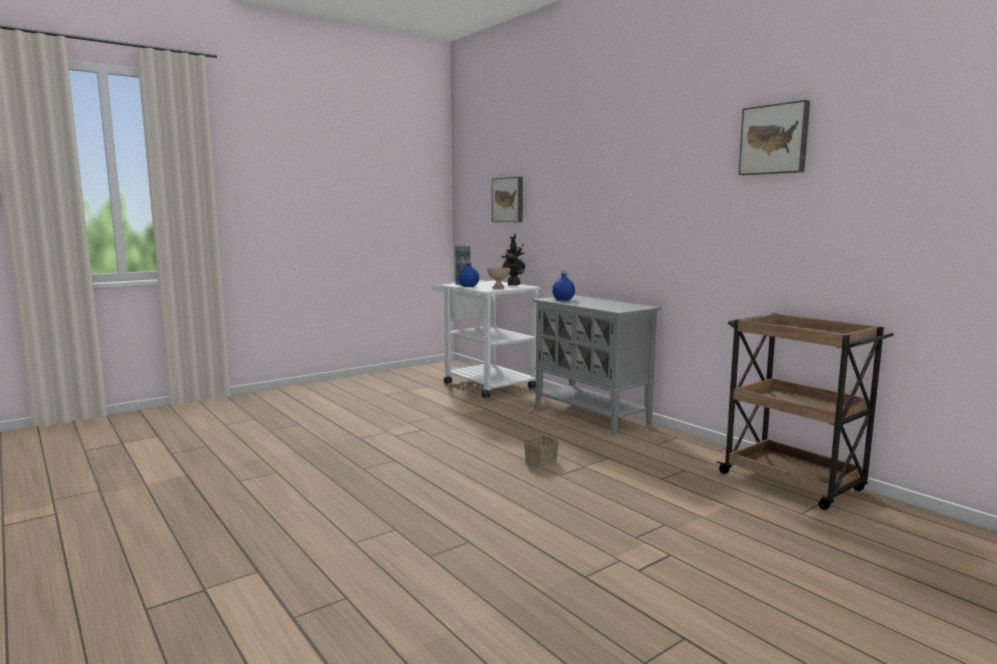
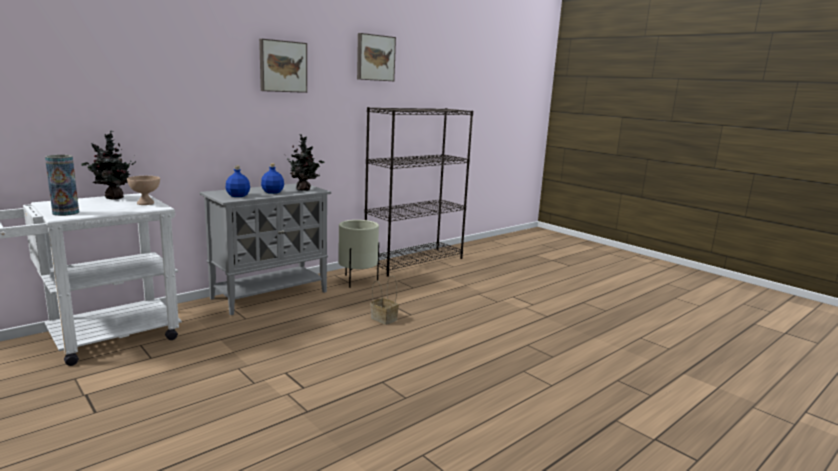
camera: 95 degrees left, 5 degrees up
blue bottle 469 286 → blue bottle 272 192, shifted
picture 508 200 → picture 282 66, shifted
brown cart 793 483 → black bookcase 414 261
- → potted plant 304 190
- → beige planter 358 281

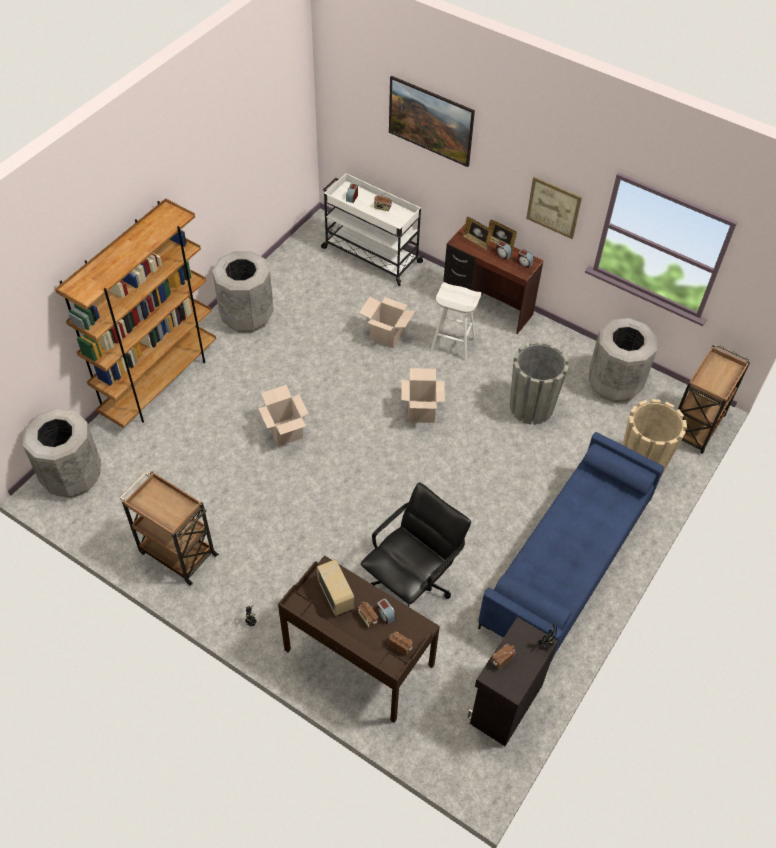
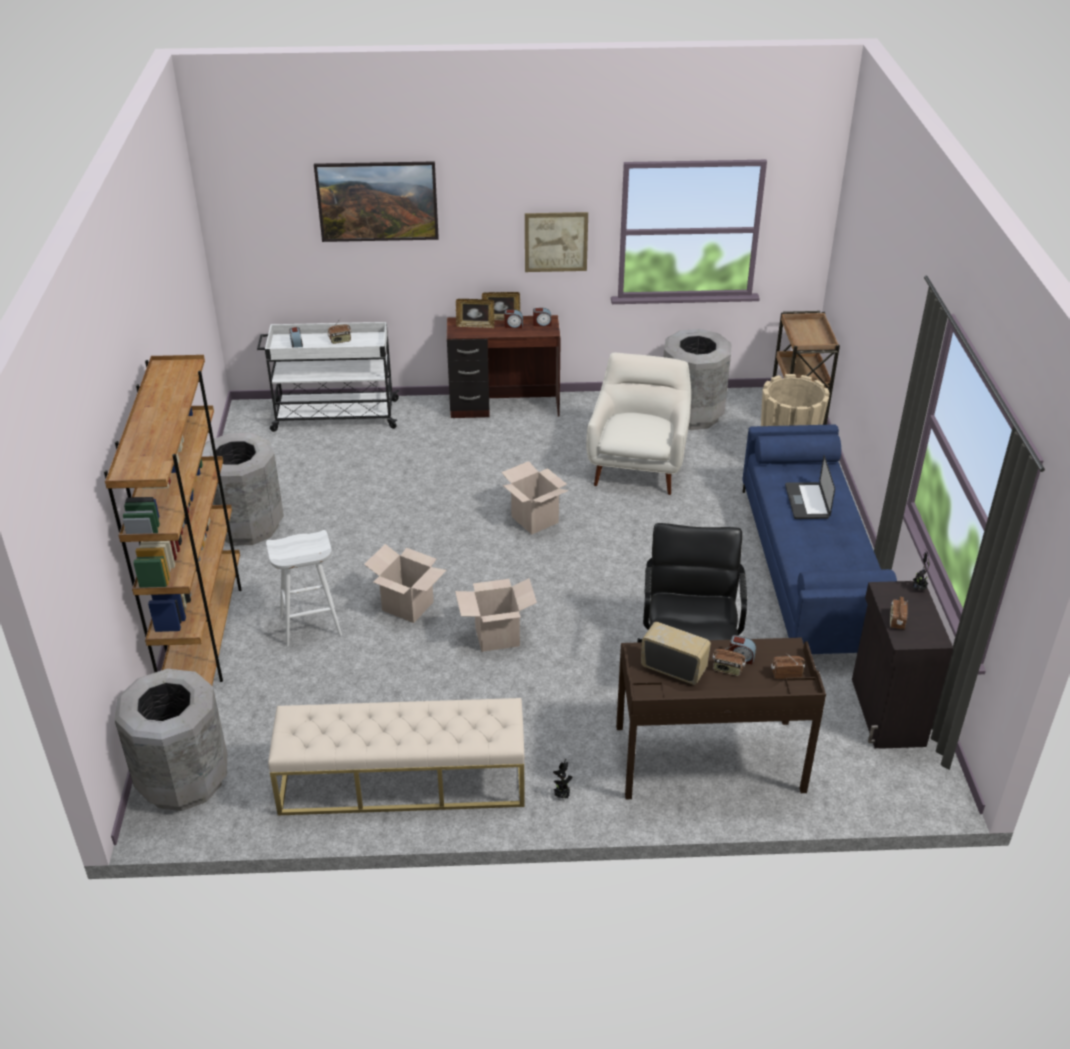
camera: 35 degrees left, 15 degrees down
brown cart 176 553 → beige bench 402 781
cardboard box 386 335 → cardboard box 497 636, shifted
white stool 452 344 → white stool 309 626, shifted
grey planter 531 407 → white armchair 638 466
- → laptop 807 502

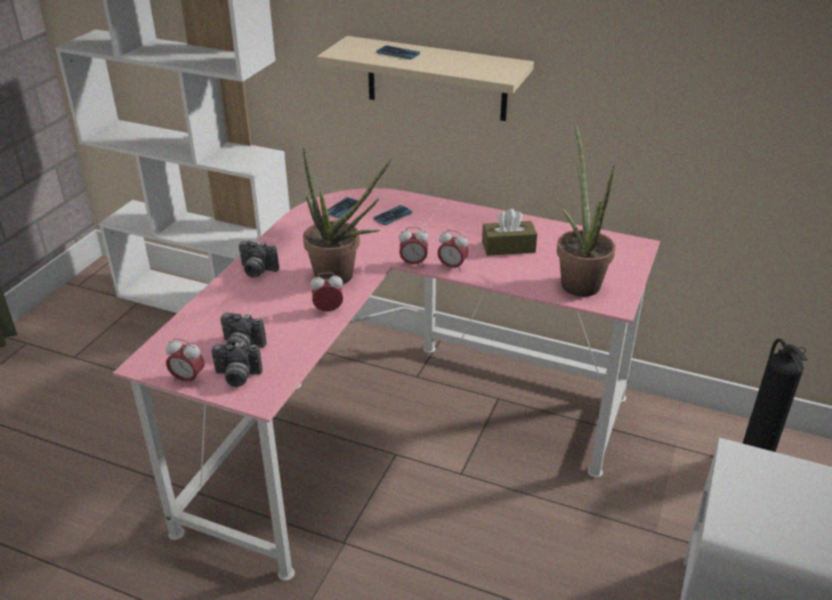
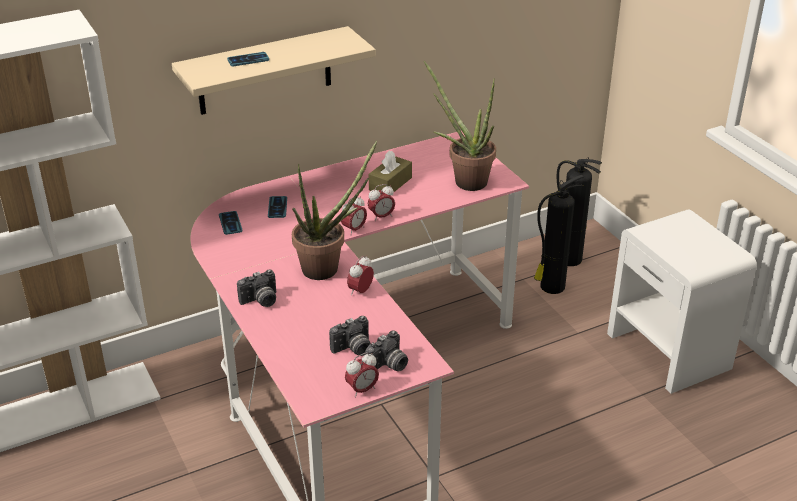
camera: 50 degrees left, 0 degrees up
- → fire extinguisher 551 287

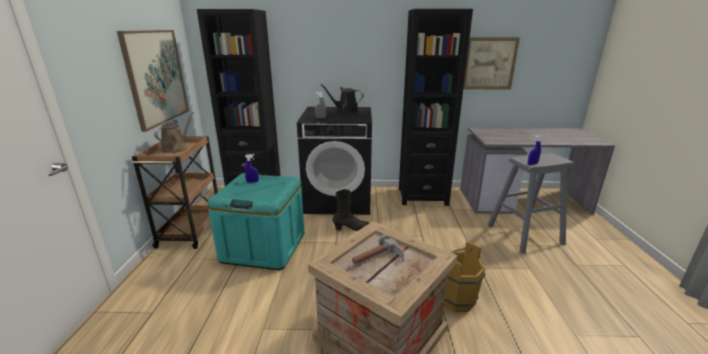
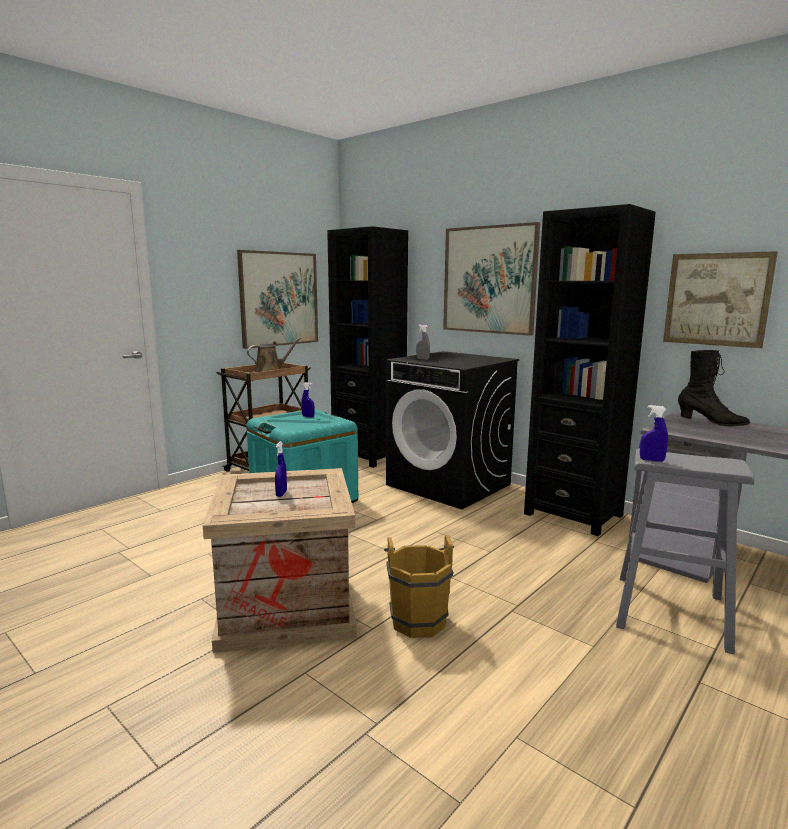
camera: 40 degrees right, 10 degrees down
black watering can 345 111 → -
black boot 351 228 → black boot 711 422, shifted
hammer 378 259 → blue spray bottle 281 494
- → picture 489 280

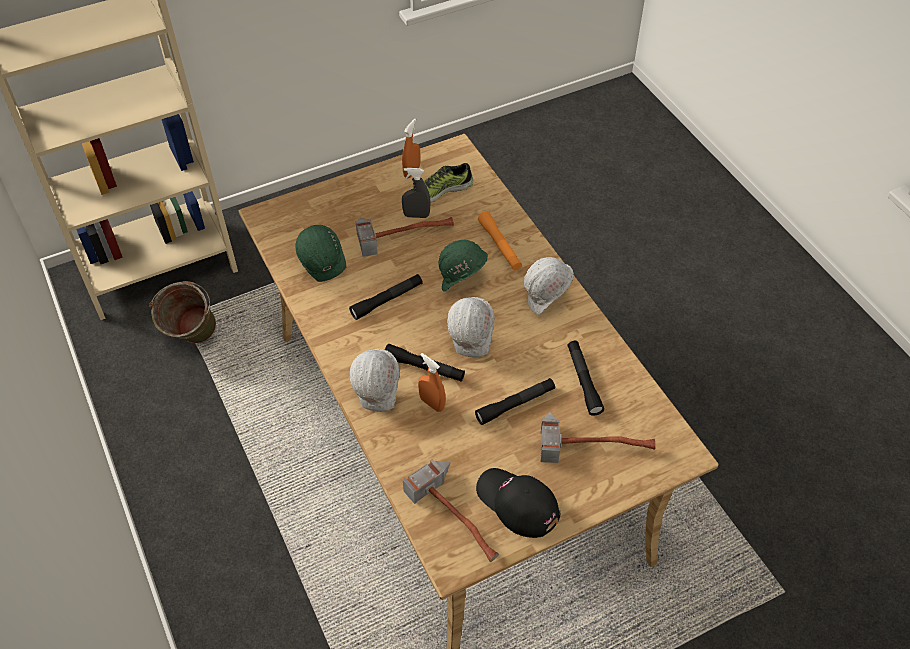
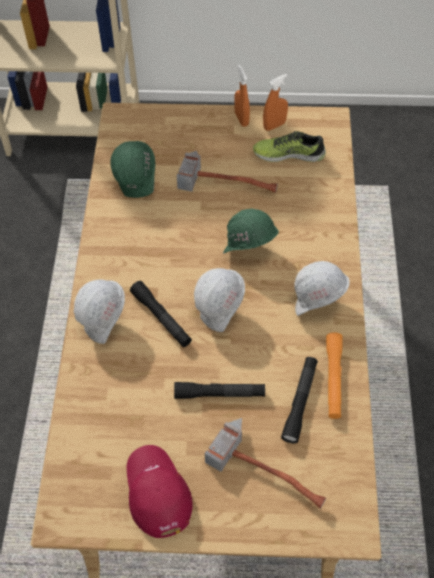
camera: 30 degrees right, 5 degrees up
green bucket 192 341 → -
black flashlight 387 300 → -
grey spray bottle 416 215 → -
hammer 460 516 → -
orange spray bottle 432 403 → orange spray bottle 241 119, shifted
black cap 517 503 → red cap 156 492
orange flashlight 499 245 → orange flashlight 333 378, shifted

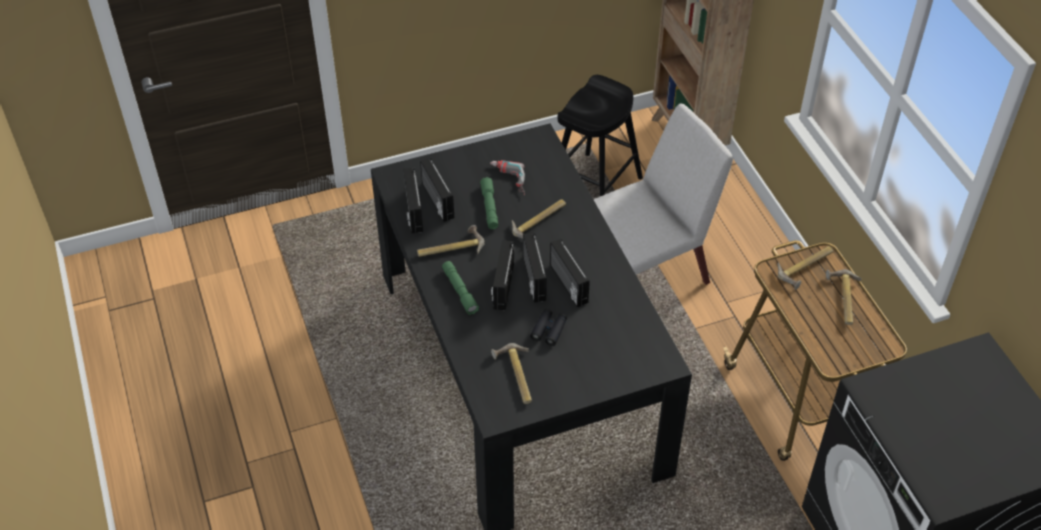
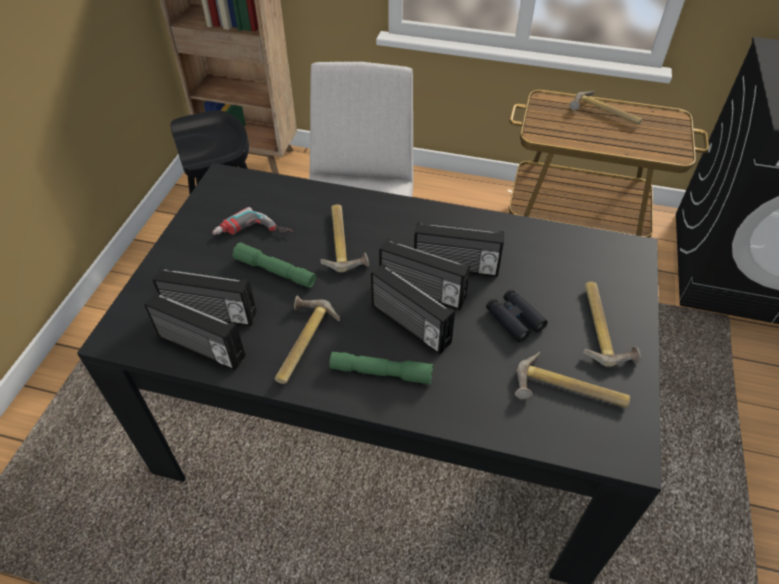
camera: 55 degrees left, 0 degrees up
hammer 807 268 → hammer 603 326, shifted

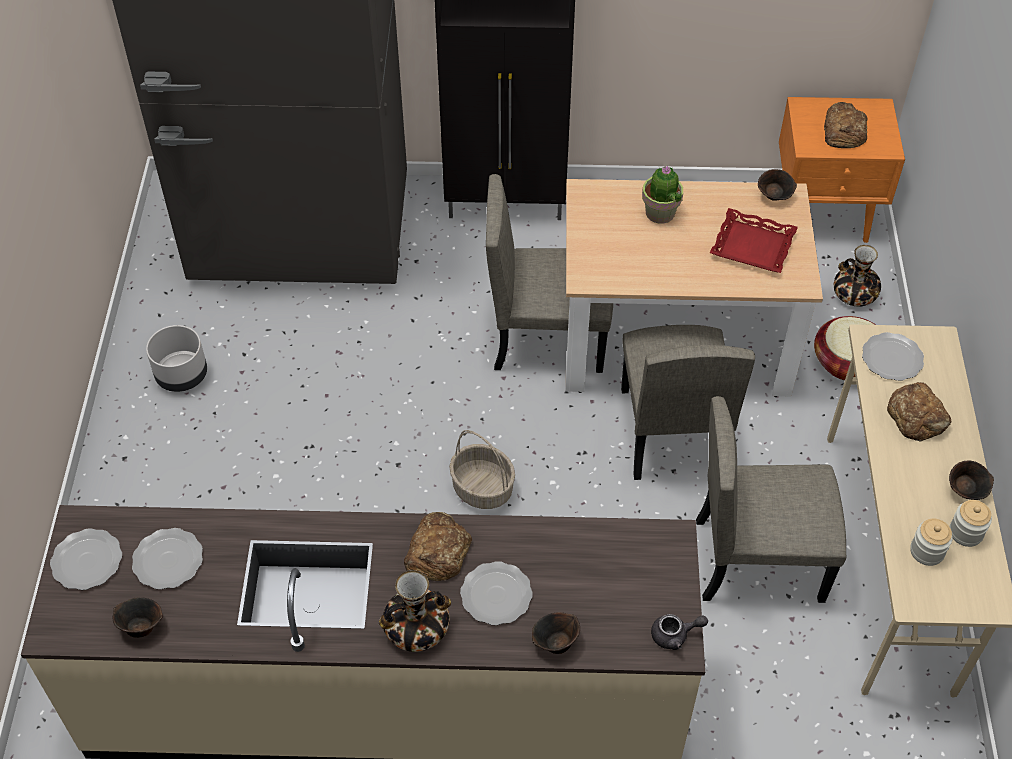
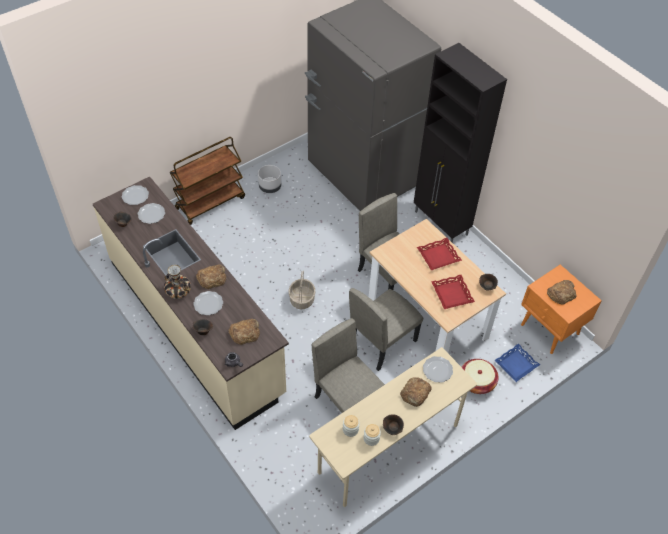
camera: 50 degrees right, 0 degrees up
potted plant 660 213 → red tray 438 256
vase 855 294 → blue tray 516 365
- → brown cart 210 203
- → bread 245 333

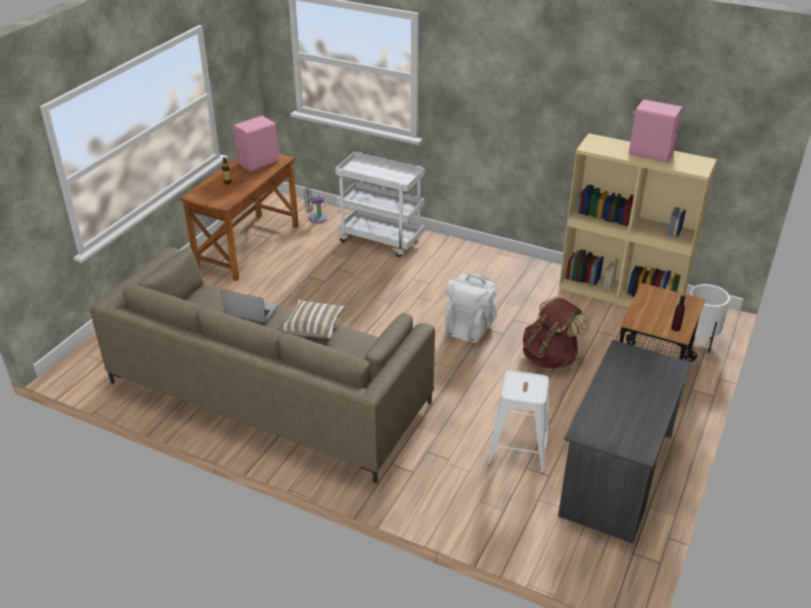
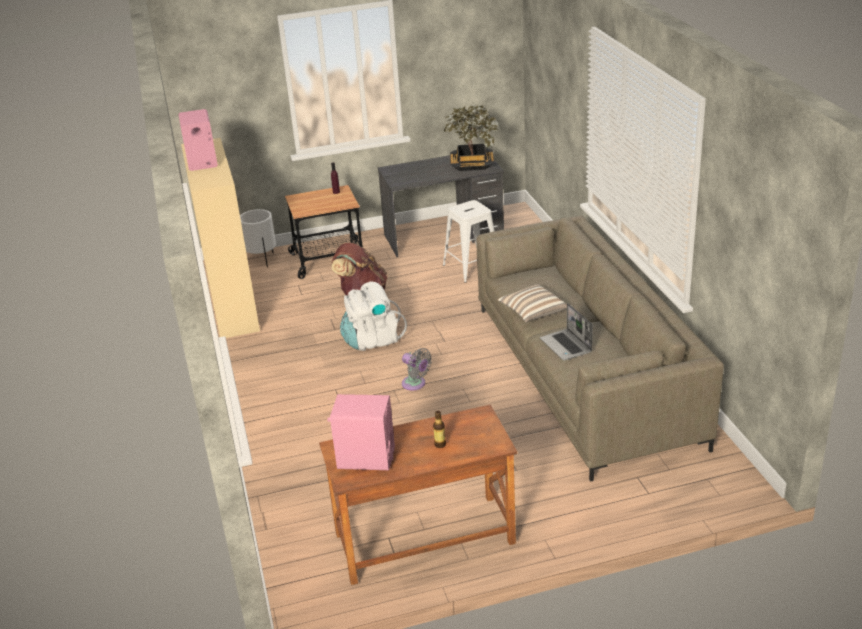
camera: 130 degrees left, 5 degrees down
grey fan 315 218 → grey fan 415 384, shifted
white cart 382 240 → -
- → potted plant 472 165

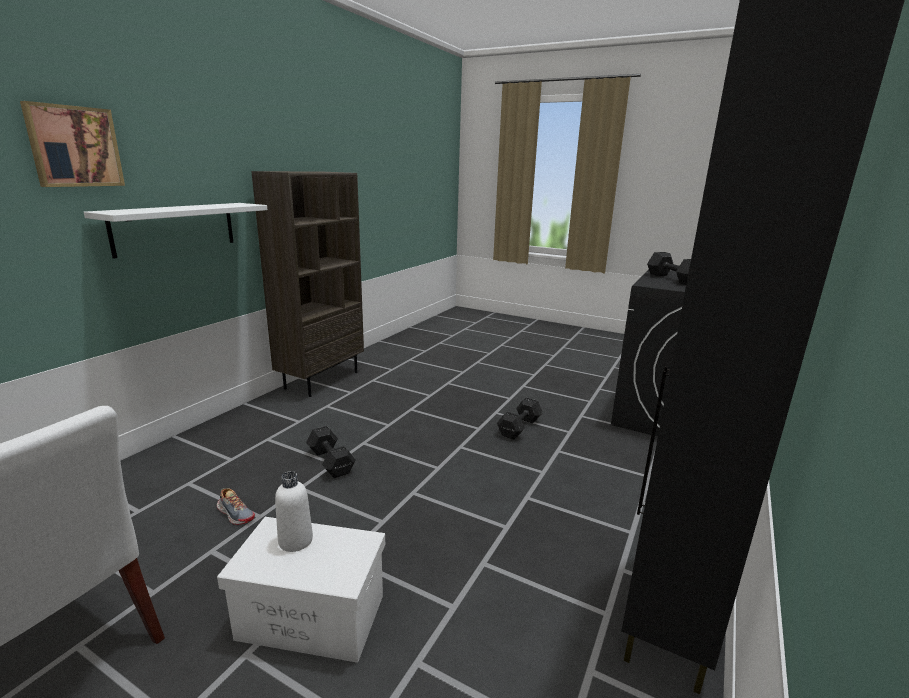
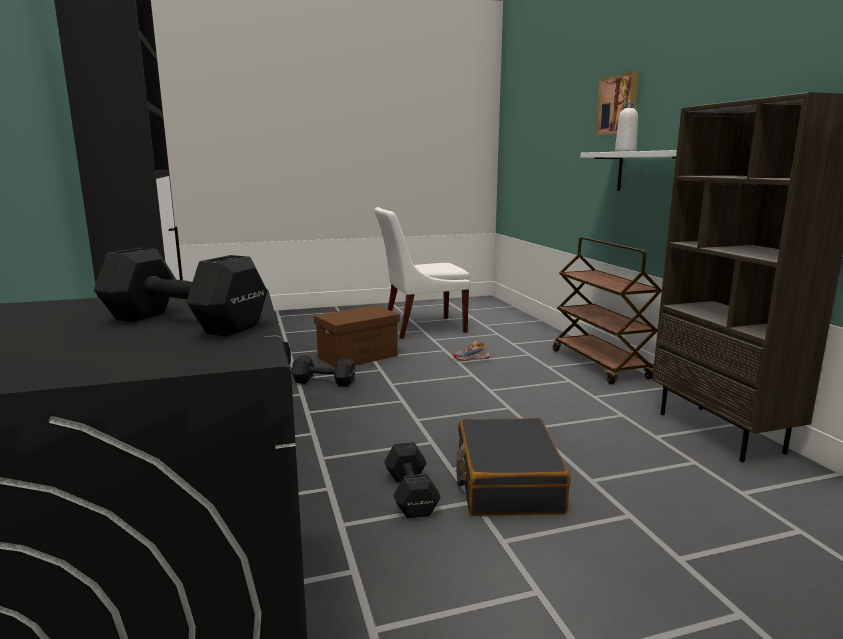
camera: 135 degrees right, 5 degrees down
white storage box 310 617 → brown storage box 358 356
white bottle 295 540 → white bottle 625 151, shifted
black dumbbell 331 461 → black dumbbell 325 382, shifted
- → black suitcase 507 482
- → brown cart 600 364

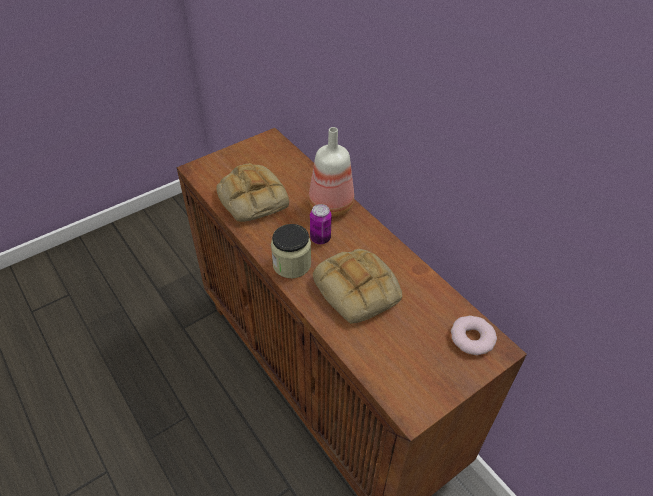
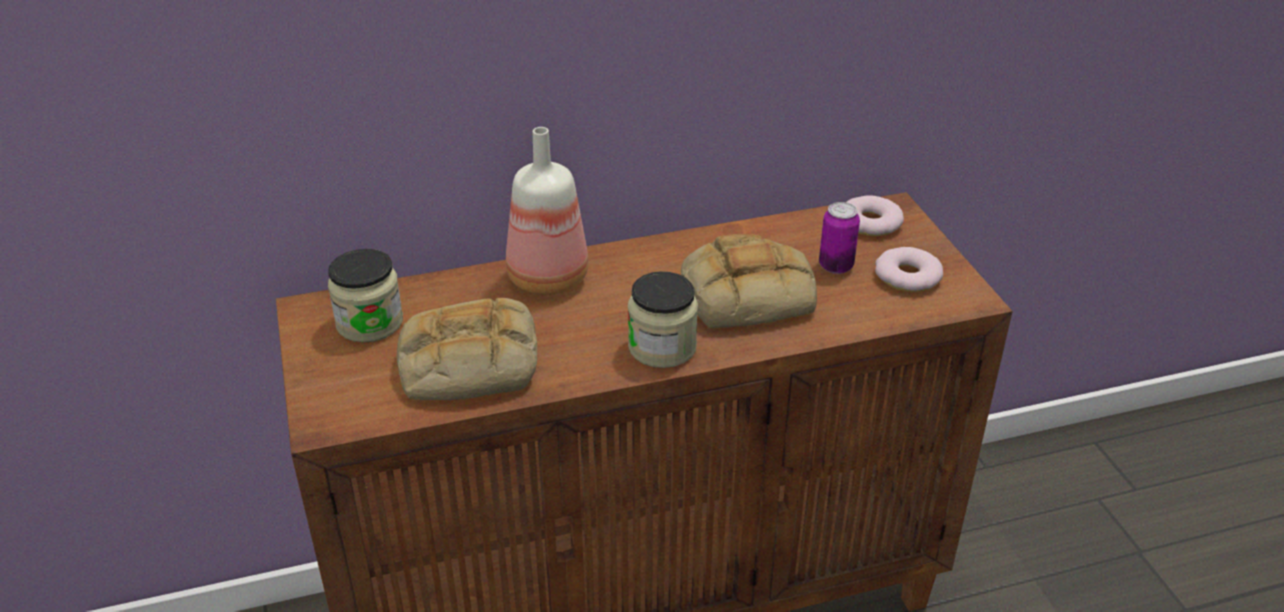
camera: 70 degrees left, 10 degrees down
can 320 238 → can 836 266, shifted
- → jar 370 323
- → donut 907 276

